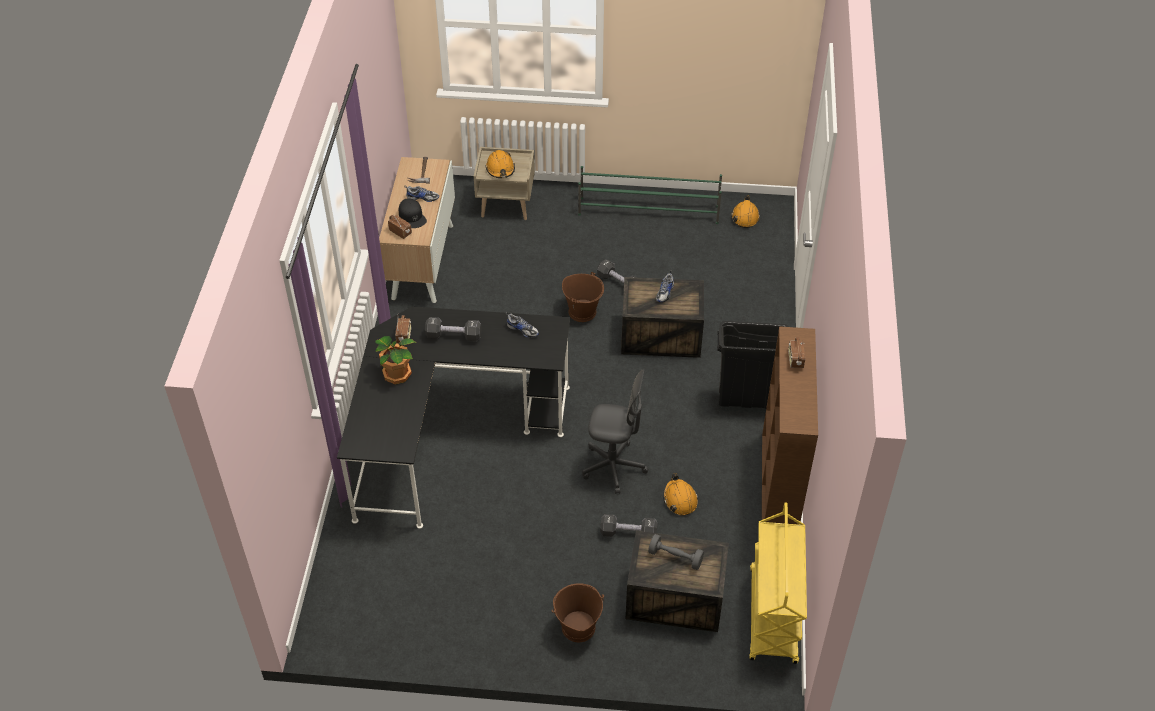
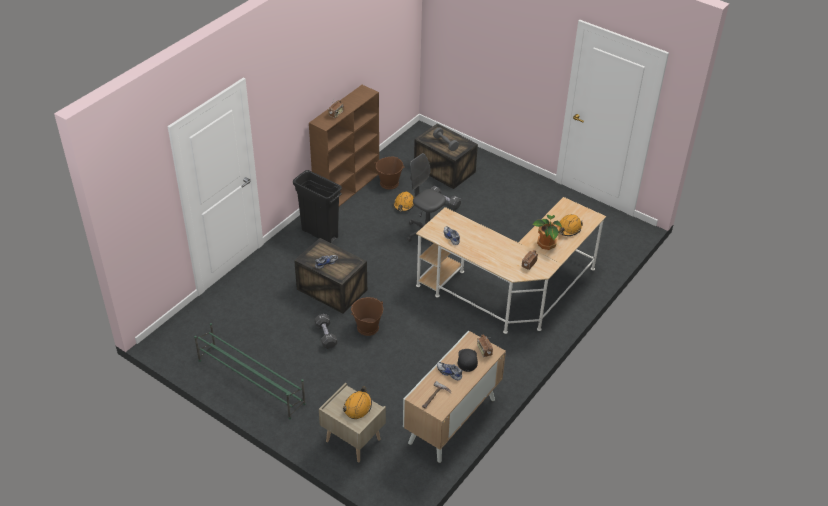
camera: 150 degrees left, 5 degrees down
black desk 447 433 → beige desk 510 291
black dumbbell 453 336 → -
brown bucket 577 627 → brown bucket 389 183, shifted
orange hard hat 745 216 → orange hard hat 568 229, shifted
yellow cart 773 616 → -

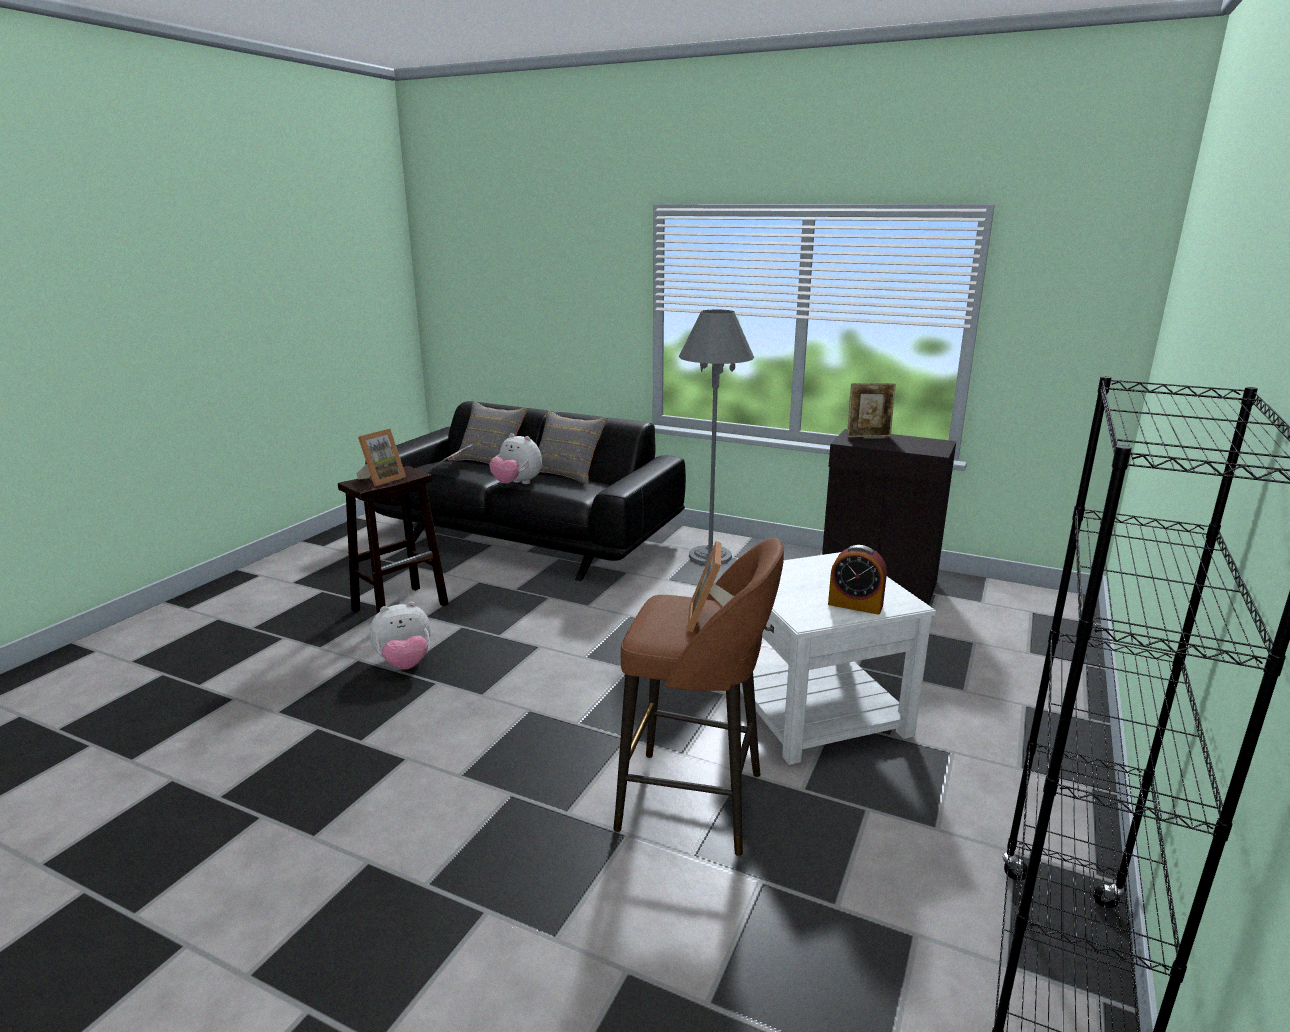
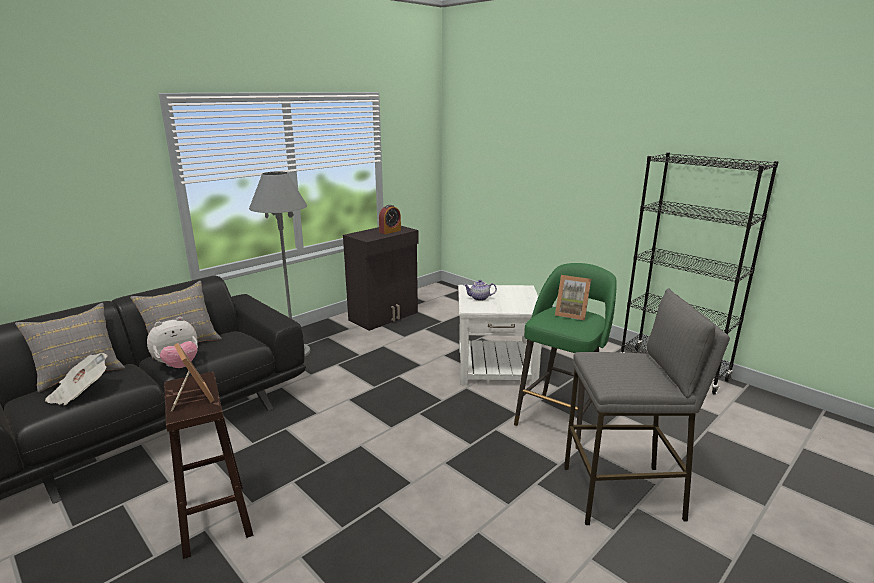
camera: 70 degrees left, 0 degrees up
plush toy 405 664 → -
brown stool 695 802 → green stool 560 419
alarm clock 855 605 → alarm clock 390 231, shifted
picture frame 868 436 → -
- → teapot 479 298
- → grey stool 623 494

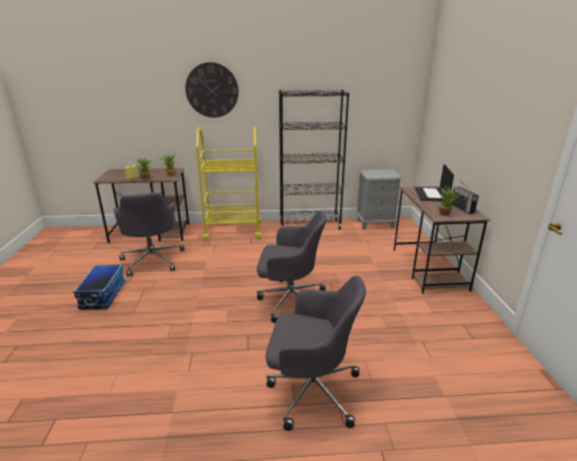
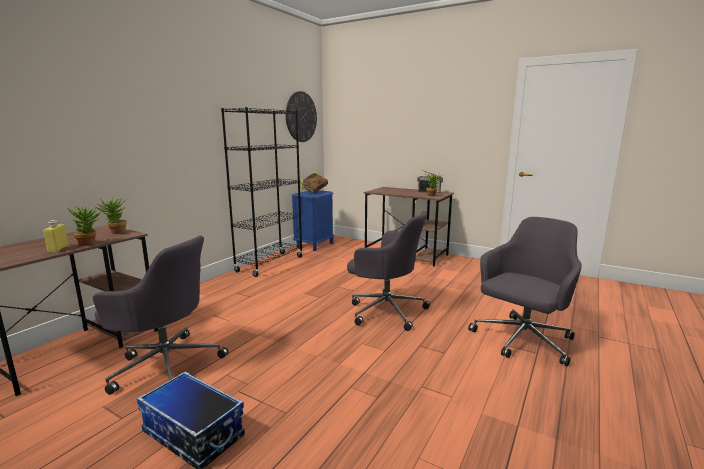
camera: 55 degrees left, 10 degrees down
wall clock 212 90 → wall clock 301 117, shifted
yellow cart 233 231 → -
grey office chair 290 300 → grey office chair 385 310, 75 degrees clockwise
grey nightstand 375 224 → blue nightstand 315 245
laptop 431 194 → -
- → book 314 192

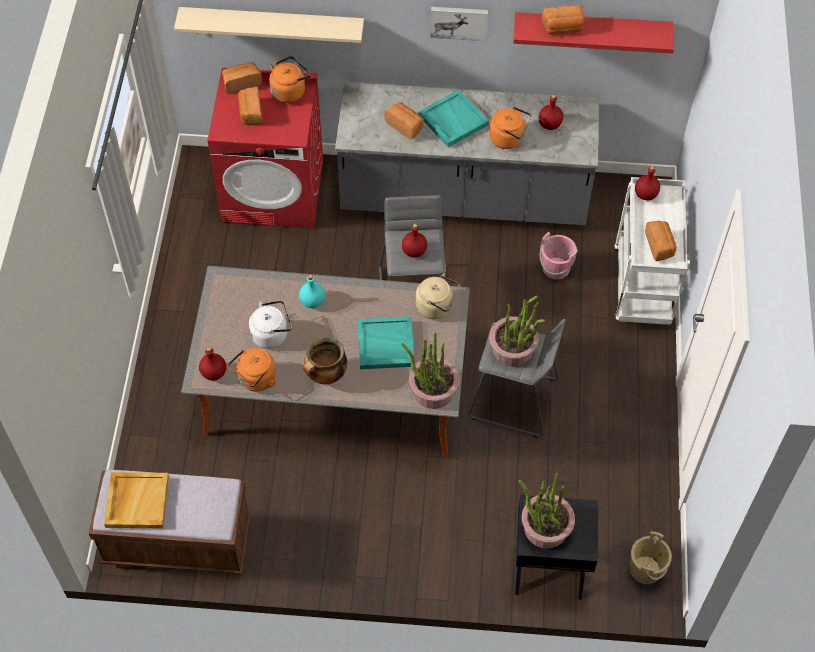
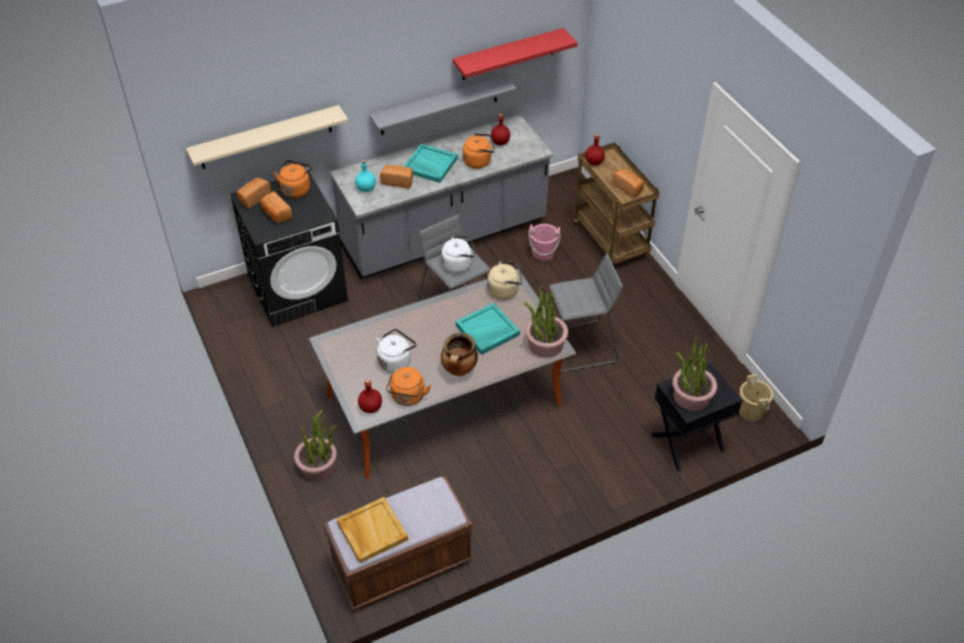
camera: 30 degrees left, 10 degrees down
red washing machine 274 191 → black washing machine 298 289
turquoise bottle 312 301 → turquoise bottle 366 188, shifted
red bottle 414 251 → white kettle 459 264
picture 459 22 → -
potted plant 513 349 → potted plant 318 466, shifted
bread 563 28 → -
white cart 643 288 → brown cart 611 240
- → grey shelf 439 106

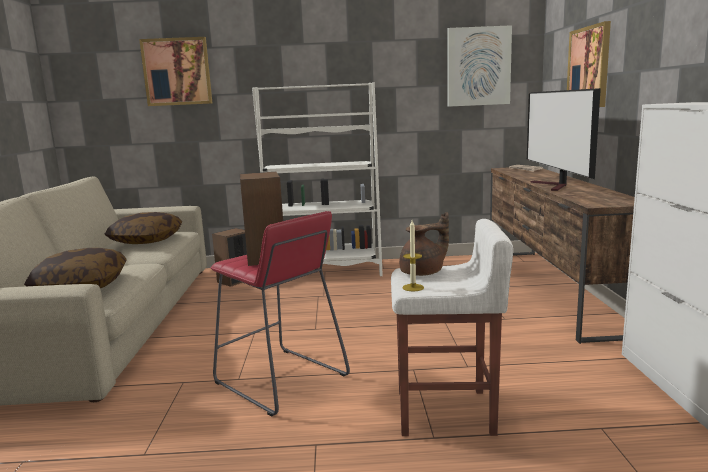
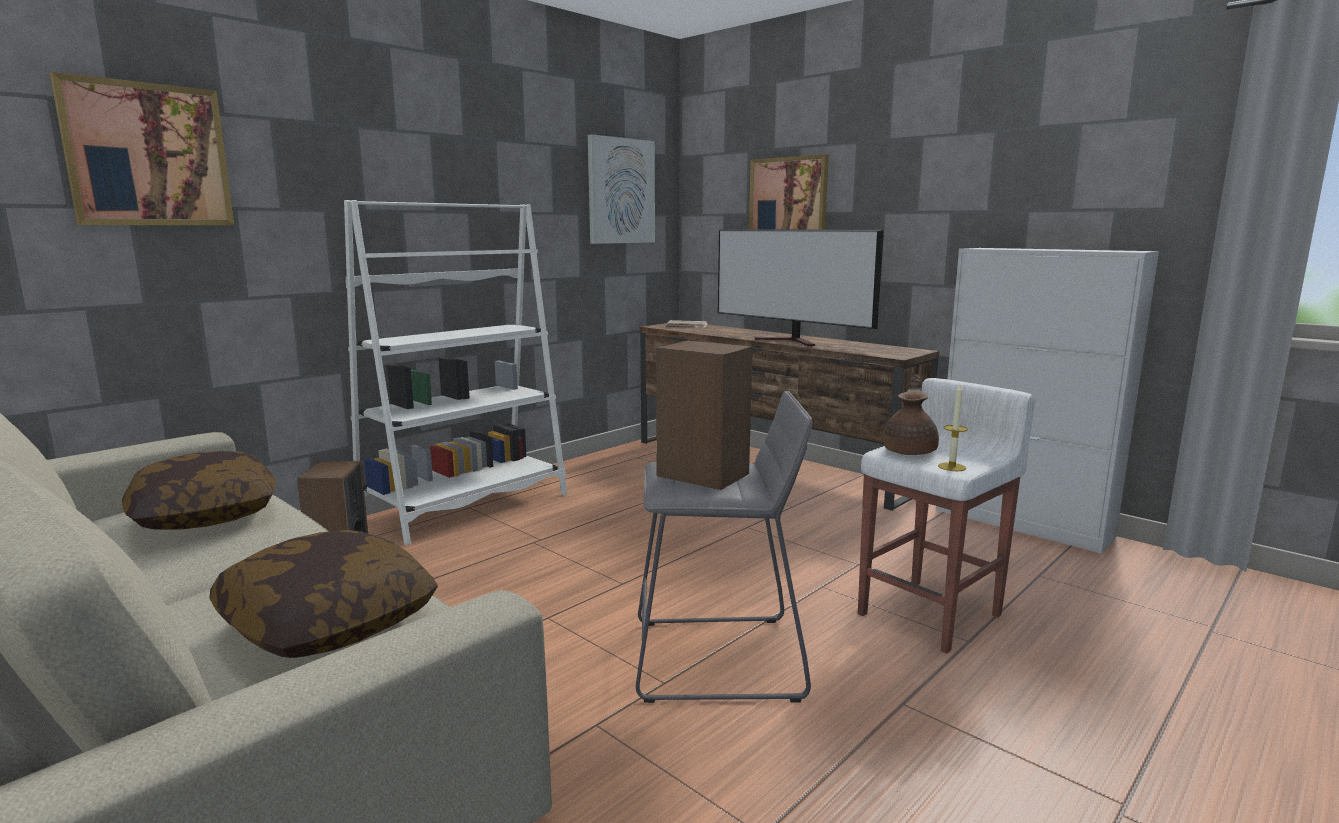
camera: 45 degrees left, 0 degrees up
red stool 281 380 → grey stool 717 658

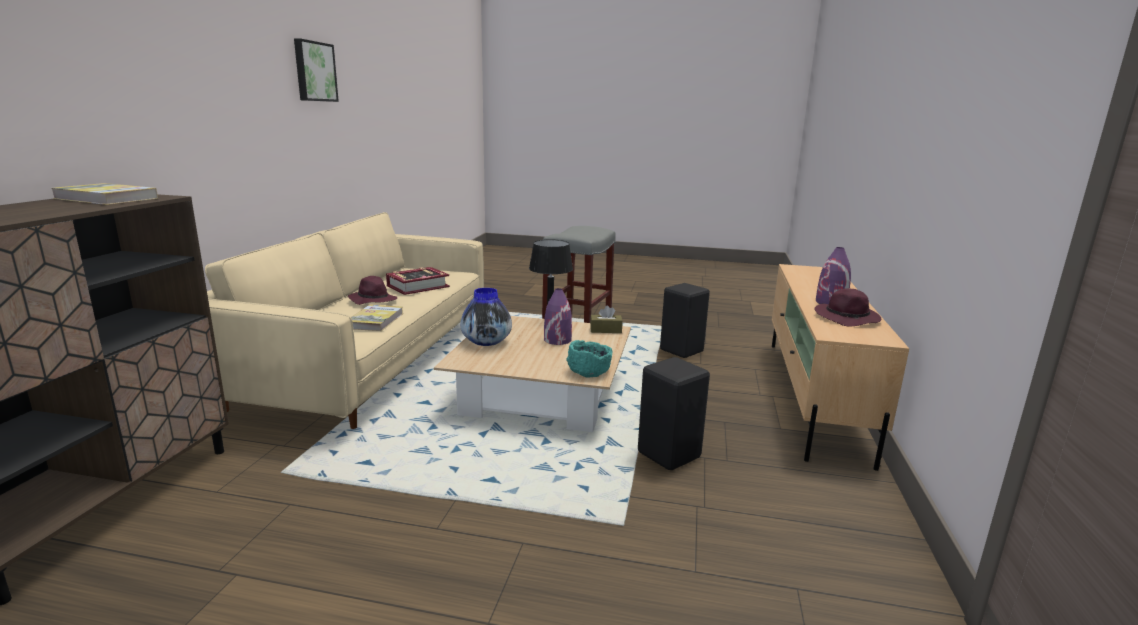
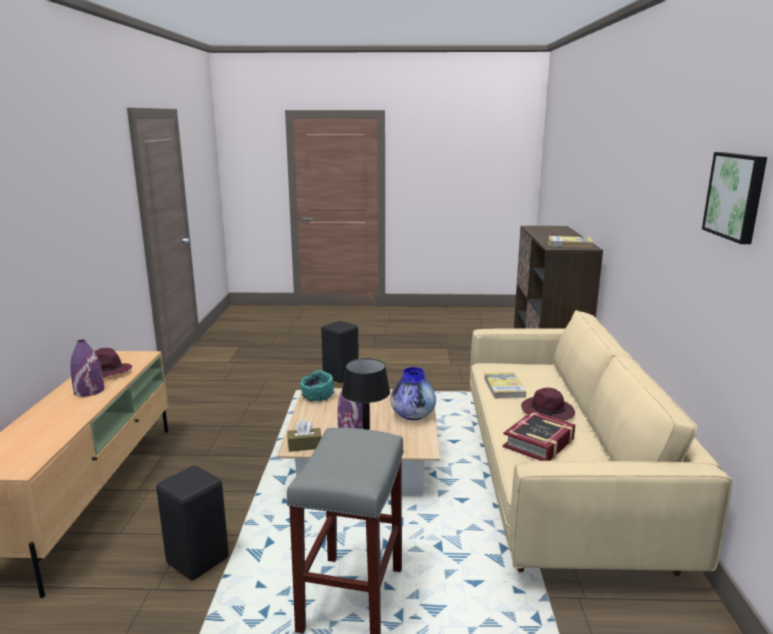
camera: 170 degrees right, 0 degrees up
black stool 667 454 → black stool 342 376, shifted

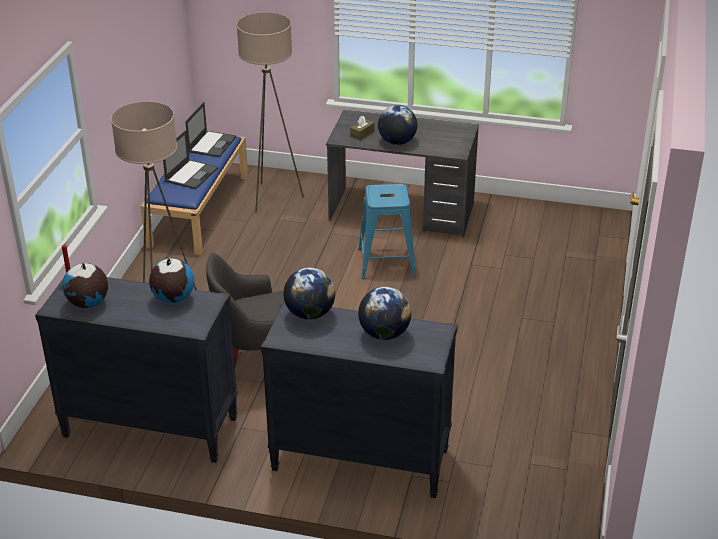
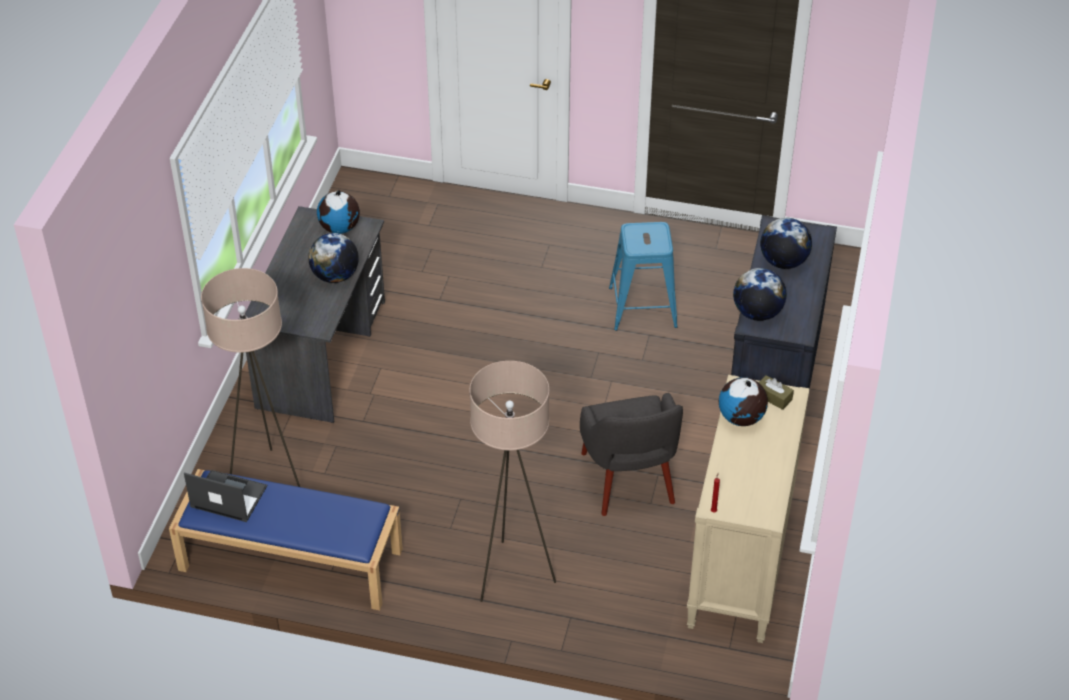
camera: 90 degrees left, 10 degrees up
black dresser 149 427 → beige dresser 740 565
globe 88 303 → globe 340 228, shifted
laptop 192 174 → -
brown tissue box 362 134 → brown tissue box 773 397, shifted
blue stool 387 262 → blue stool 642 307, shifted

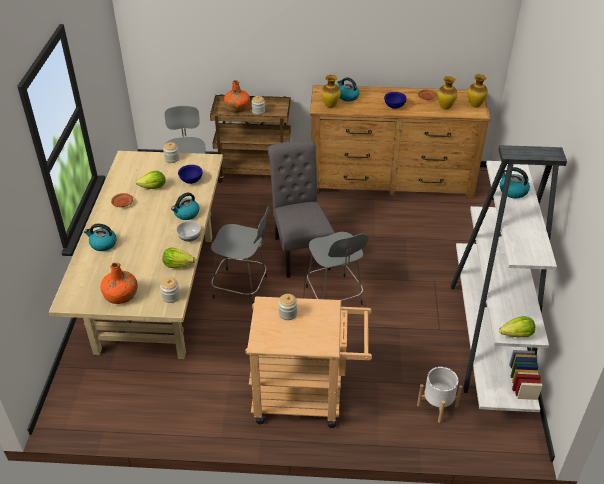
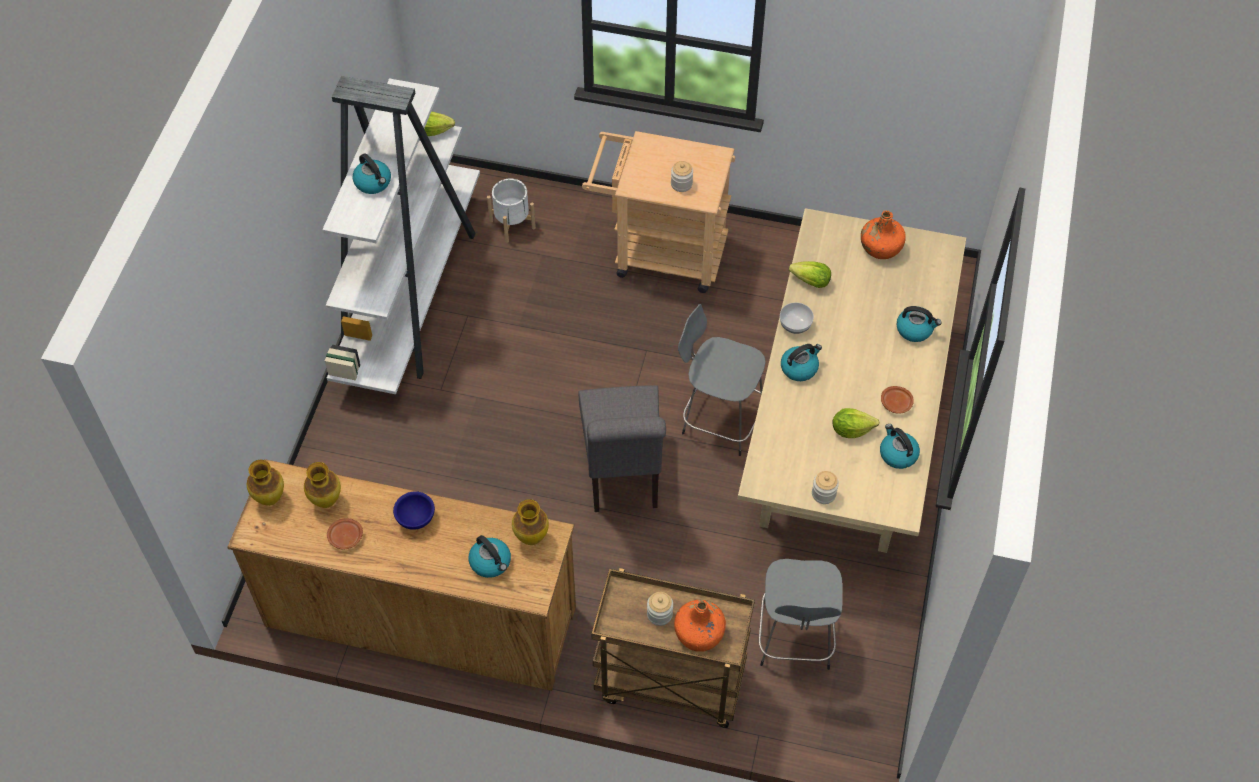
camera: 170 degrees left, 15 degrees up
jar 171 297 → -
blue bowl 191 180 → -
grey stool 334 297 → -
- → kettle 897 454

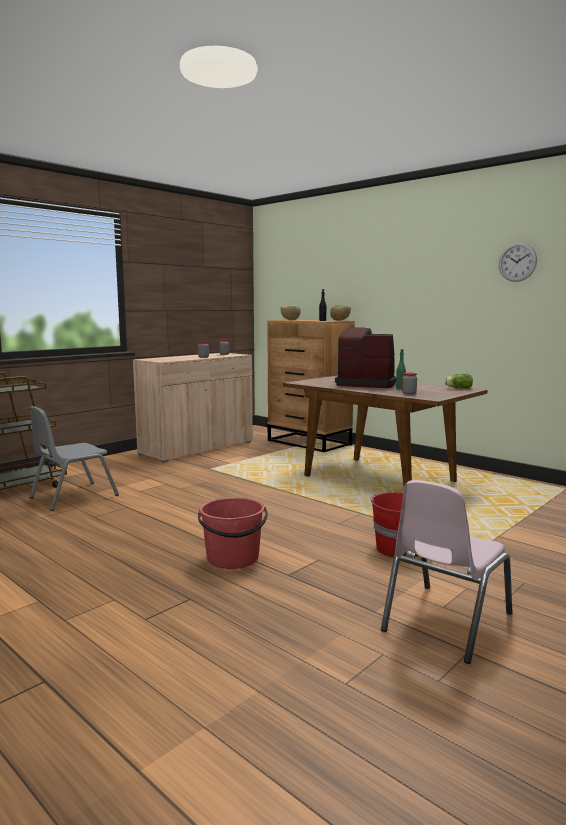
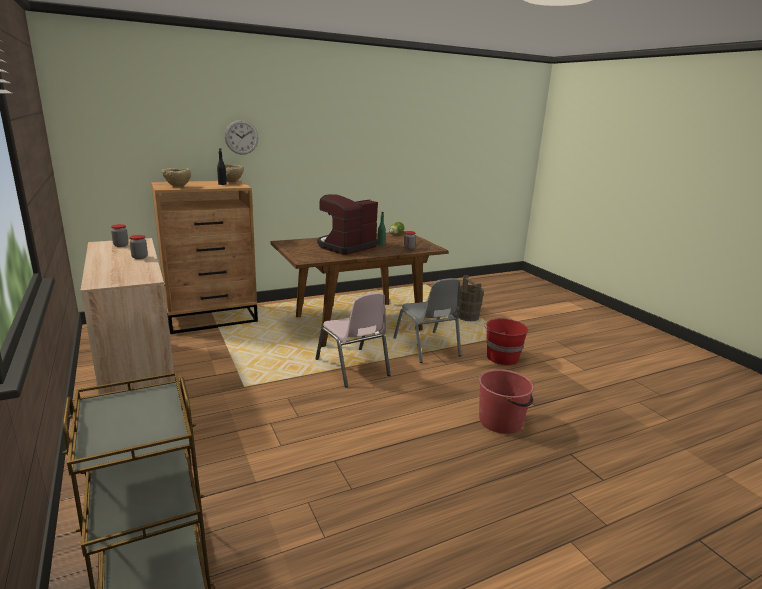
camera: 70 degrees left, 10 degrees up
grey chair 73 496 → grey chair 426 347, shifted
pink chair 445 622 → pink chair 352 367, shifted
wall clock 517 262 → wall clock 241 137, shifted
- → brown bucket 467 317

